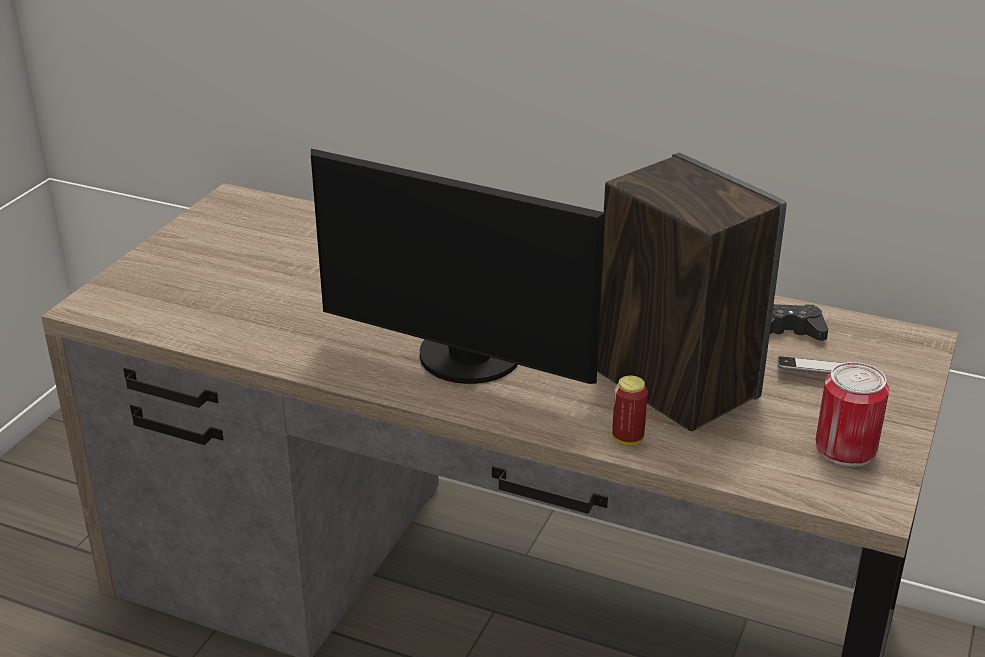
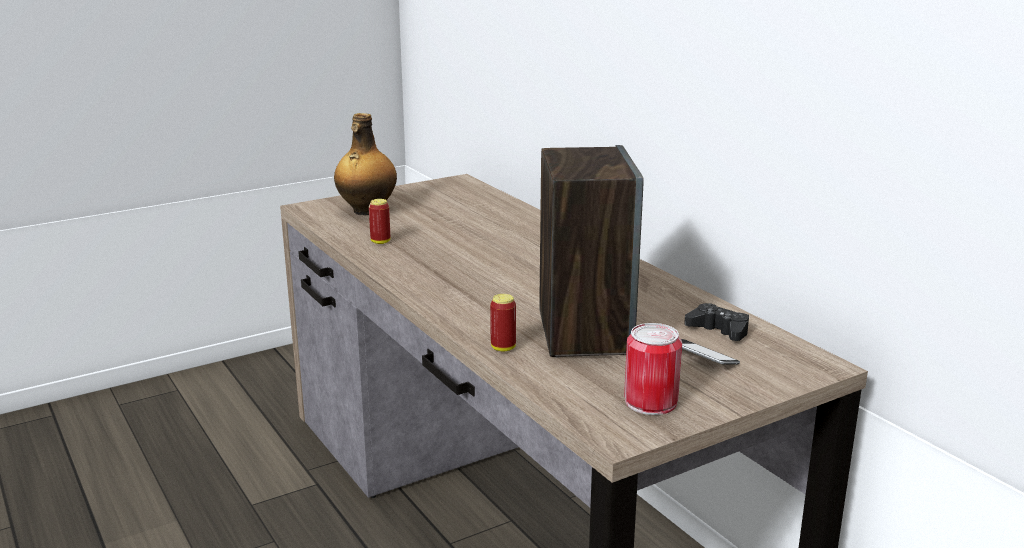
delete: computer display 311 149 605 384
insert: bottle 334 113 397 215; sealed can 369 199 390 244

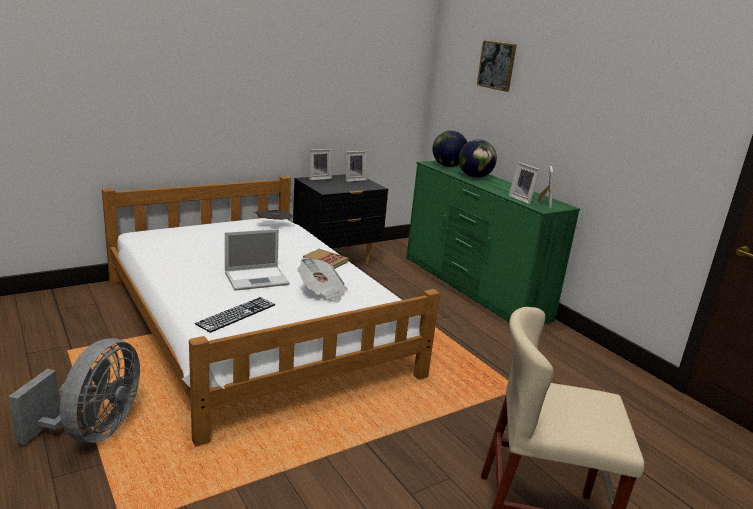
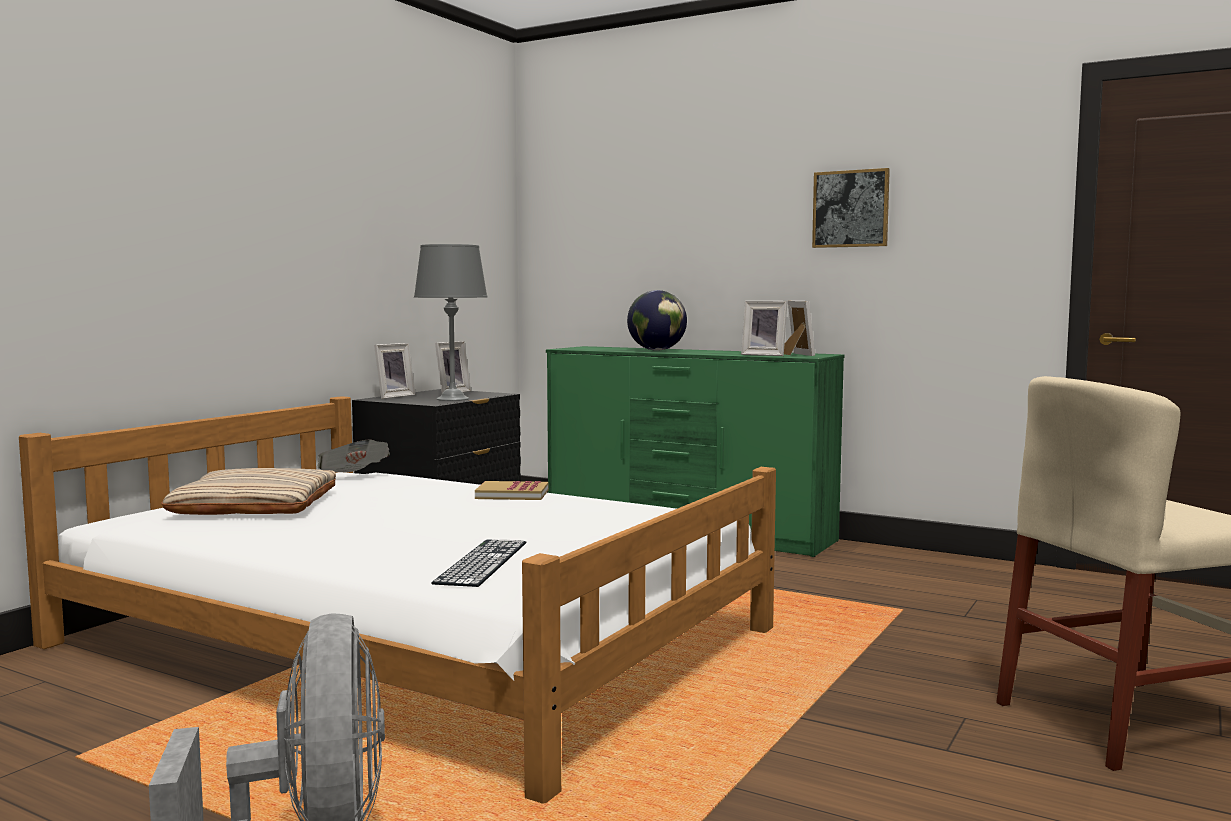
delete: laptop 225 229 289 291; newspaper 297 257 348 303; desk globe 432 130 467 167
insert: throw pillow in sand-coloured 161 468 336 515; lamp for a table in greyish 414 244 487 401
move: picture 477 40 516 92 to 812 168 890 248

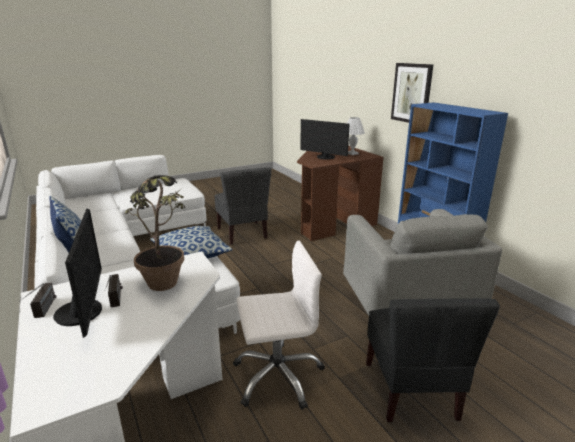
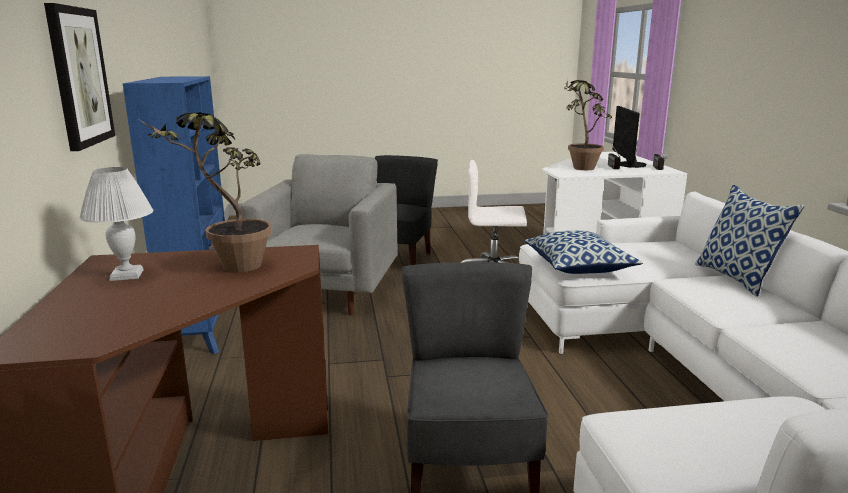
replace: computer display 300 119 350 160 to plant in a pot 140 112 271 272

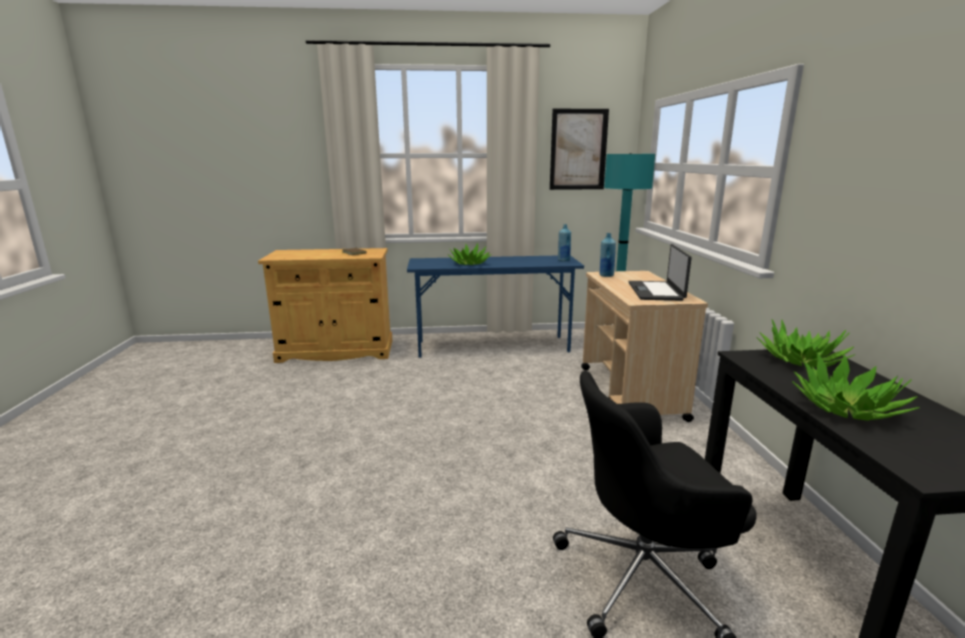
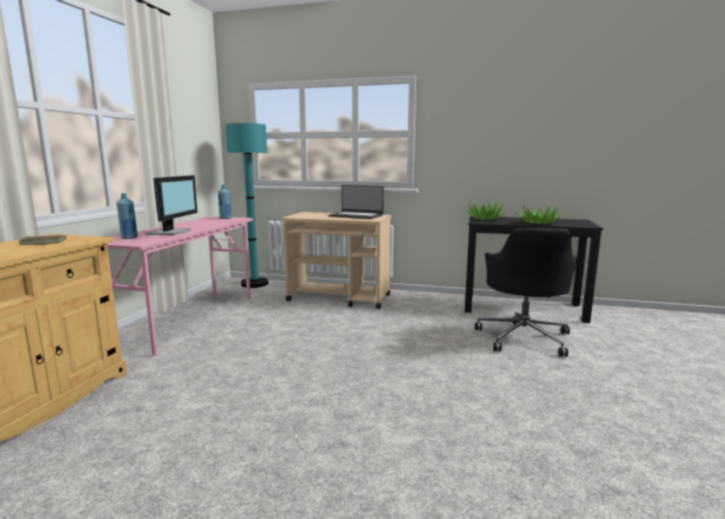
delete: picture 550 109 609 190
move: bottle in bluish 600 233 616 277 to 117 193 138 239
replace: plant in a pot 449 243 490 265 to computer display 145 175 198 236
recolor: desk table in bluish 407 255 584 358 to desk table in pinkish 107 216 253 356

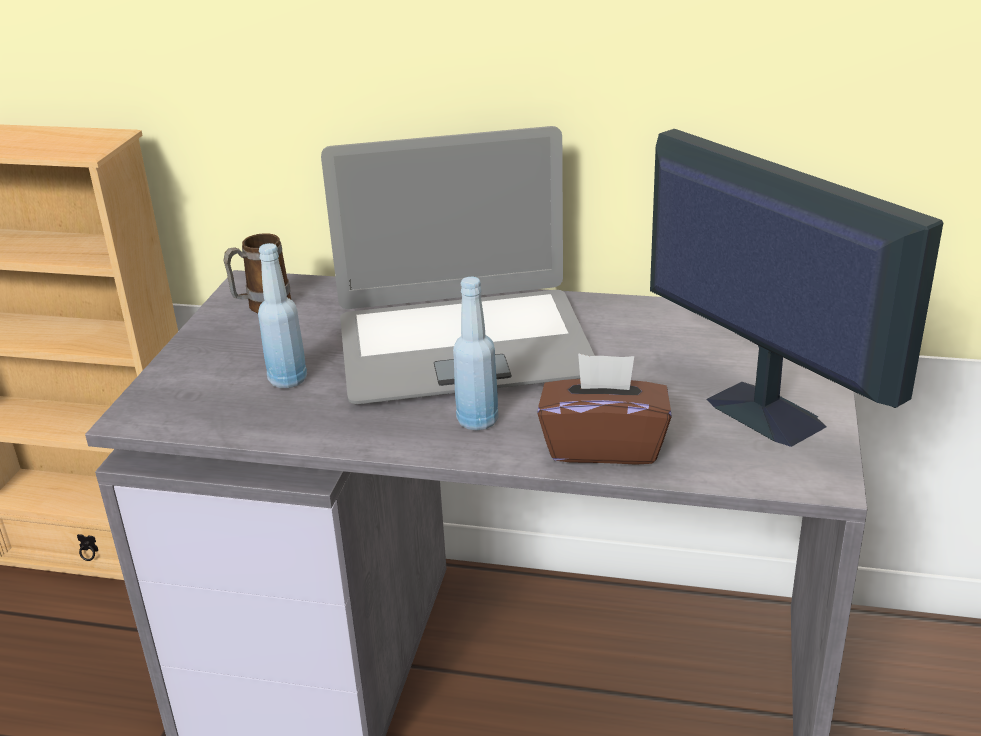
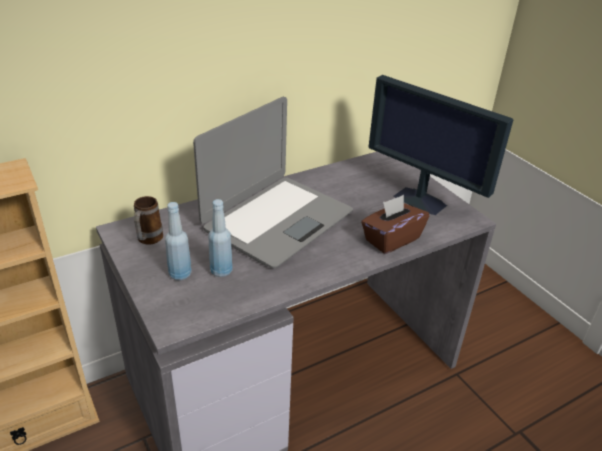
move: bottle in bluish 453 277 499 431 to 165 202 192 280
rotate: computer display 650 129 943 447 = 369 75 513 215 150 degrees counterclockwise

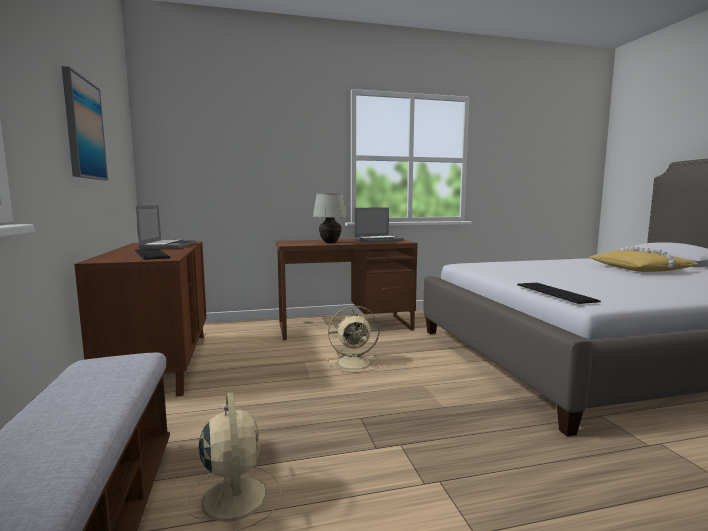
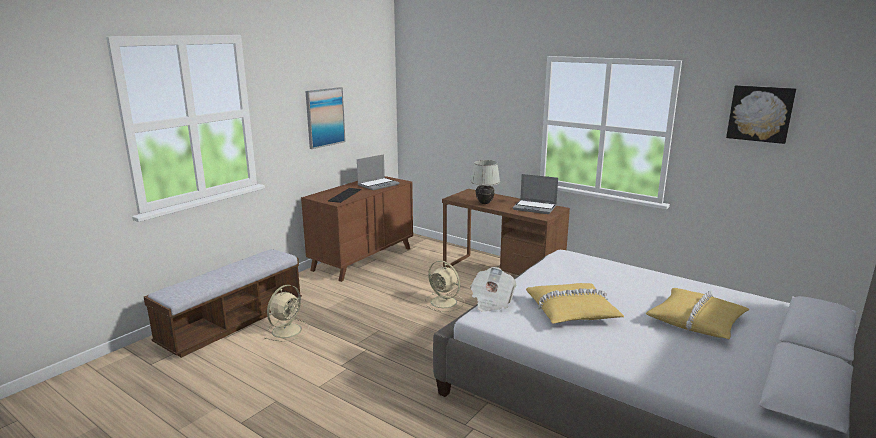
insert: throw pillow in yellow 526 283 624 324; picture 726 85 796 144
replace: keyboard 517 283 601 304 to newspaper 470 267 516 312

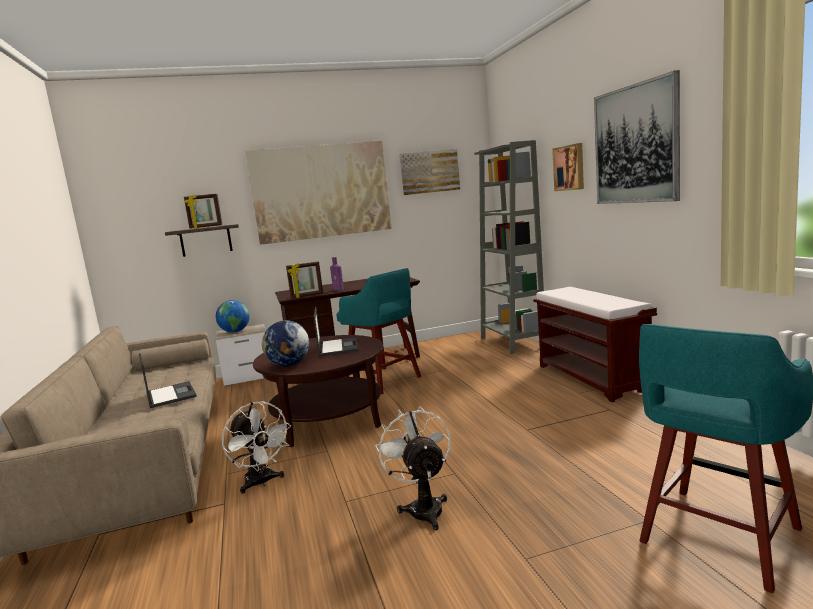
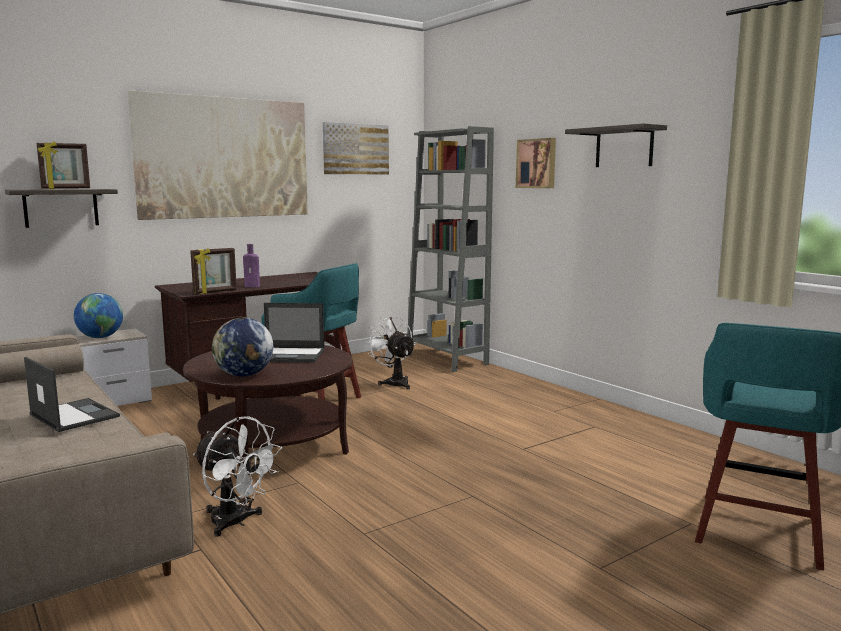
delete: long seat in brown-coloured 533 287 657 402
move: fan in white-coloured 376 406 451 530 to 365 317 415 389
replace: picture 594 70 680 204 to shelf 565 123 667 167
rotate: laptop 314 307 359 357 = 264 303 325 363 120 degrees clockwise

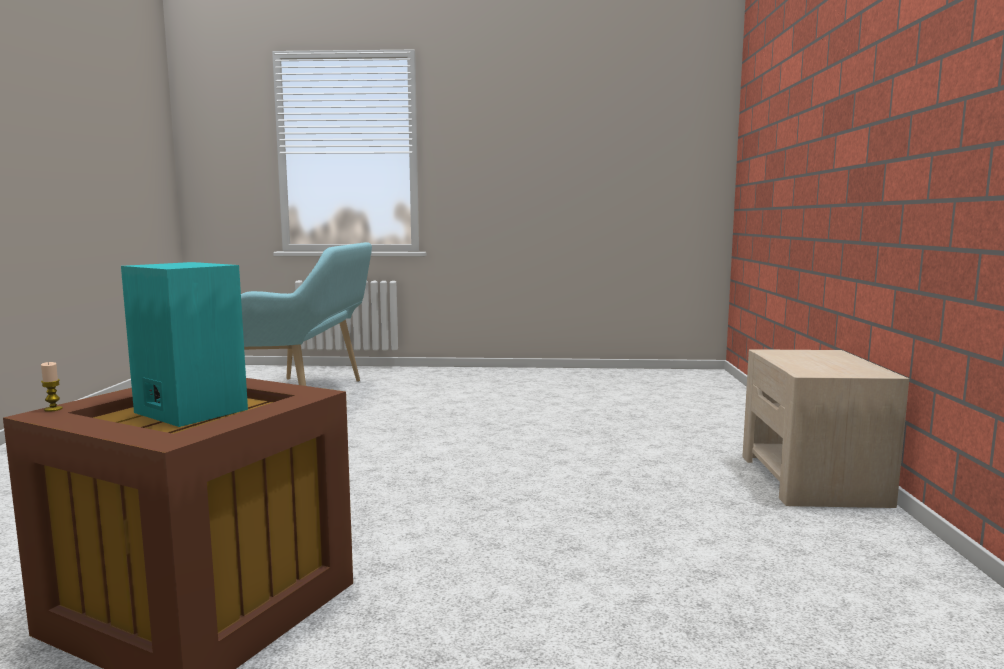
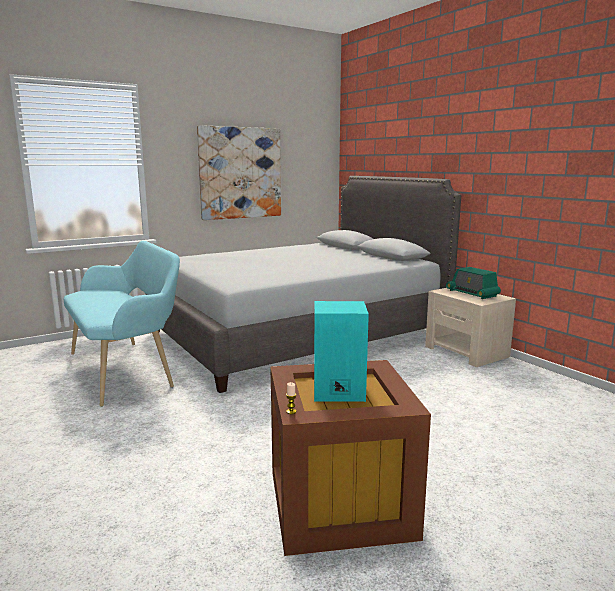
insert: sleeping bed in greyish 145 176 461 393; picture 197 125 281 220; radio set 446 267 501 299

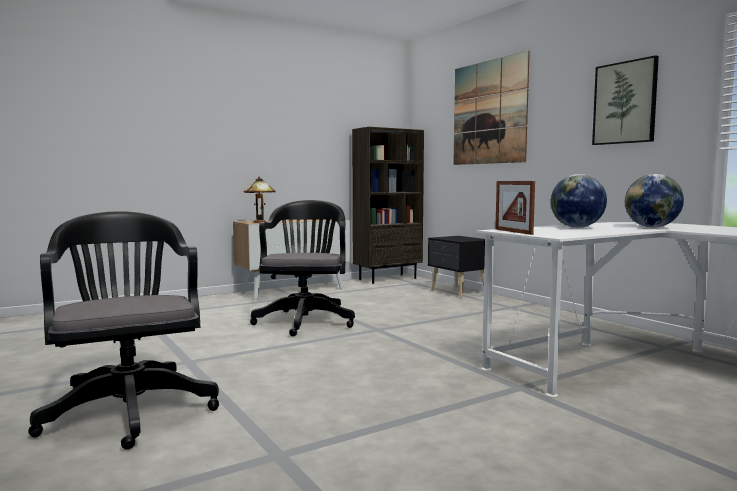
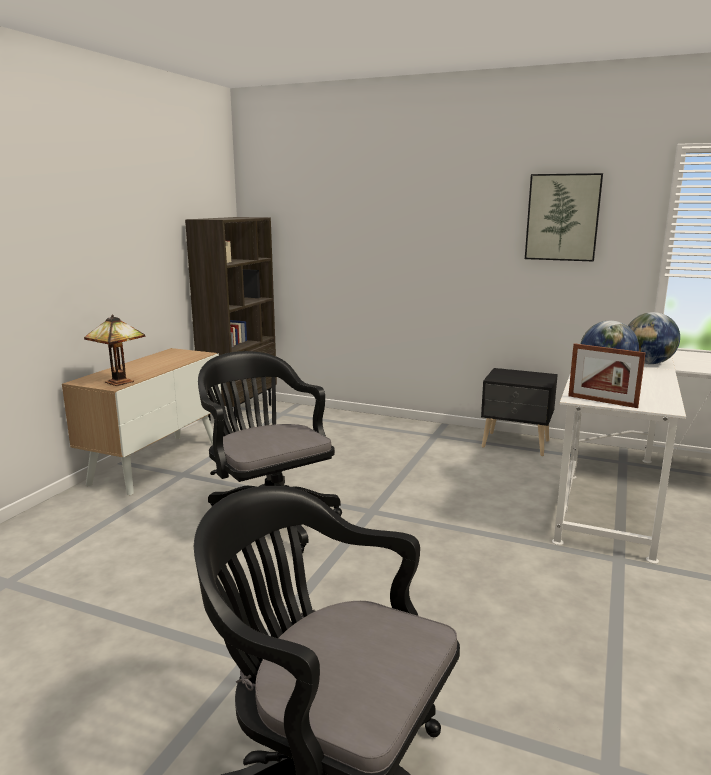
delete: picture 453 51 530 165
move: bedside table in black-coloured 428 236 485 298 to 481 368 558 456

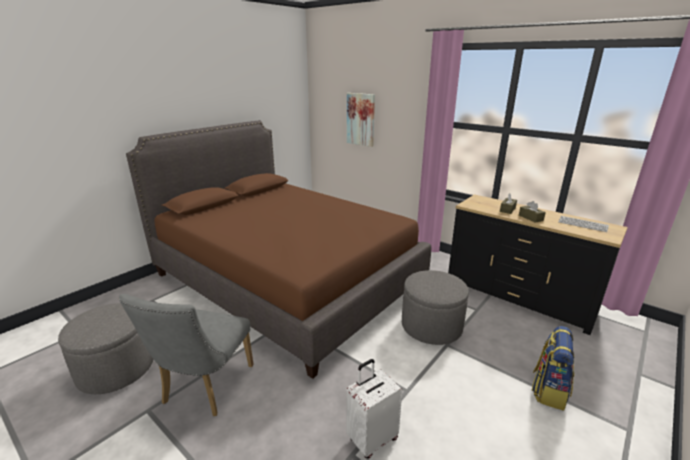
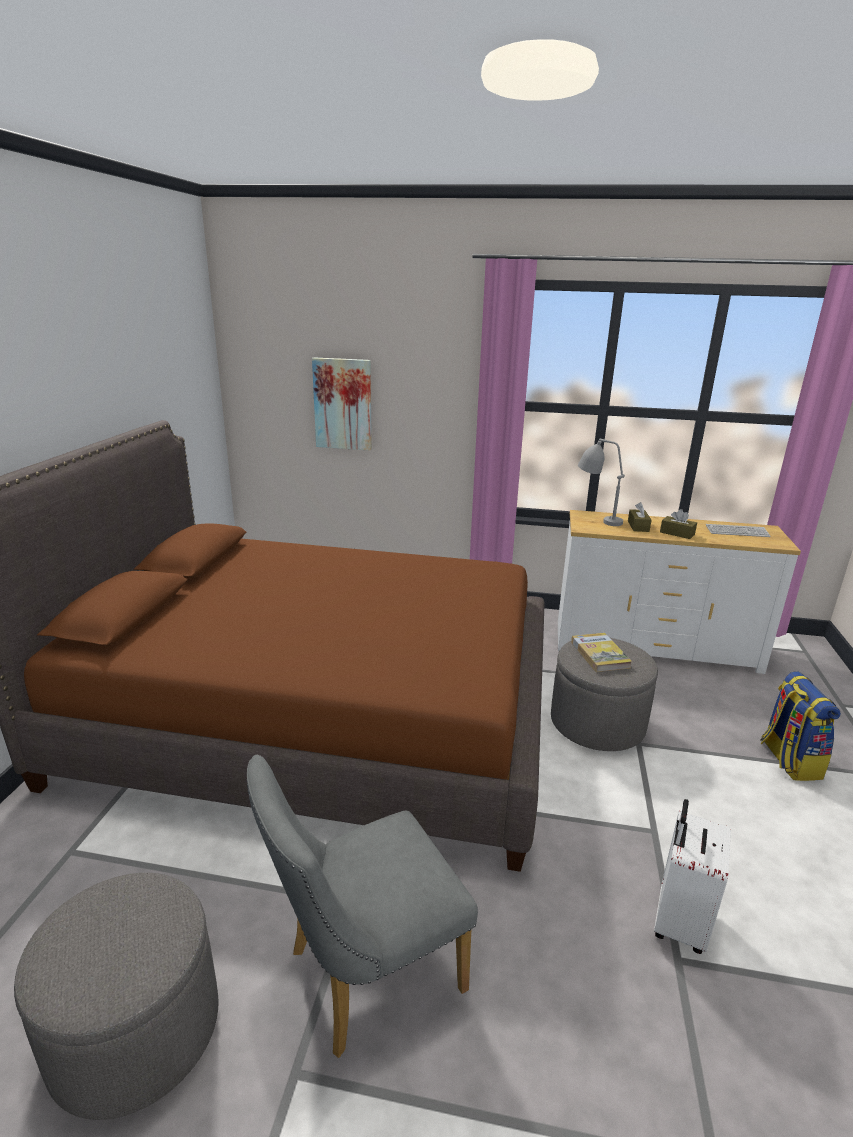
insert: book 571 633 632 672; lamp for a table in greyish 578 439 625 526
recolor: chest of drawers in black-coloured 448 194 628 335 to chest of drawers in white-coloured 558 510 801 674
rotate: plain chair in greyish 119 294 254 416 = 247 755 478 1058 75 degrees clockwise

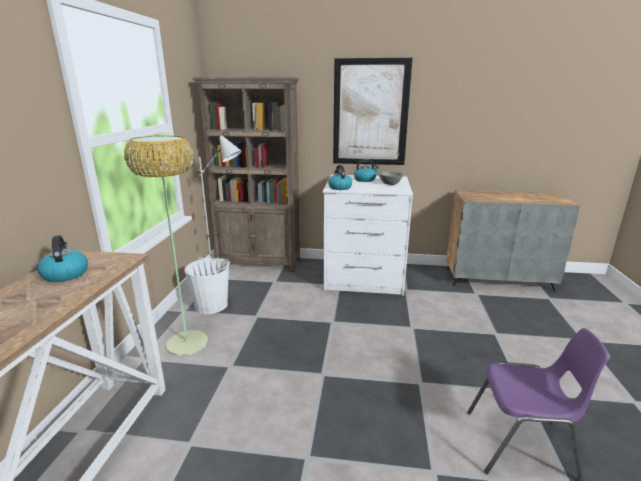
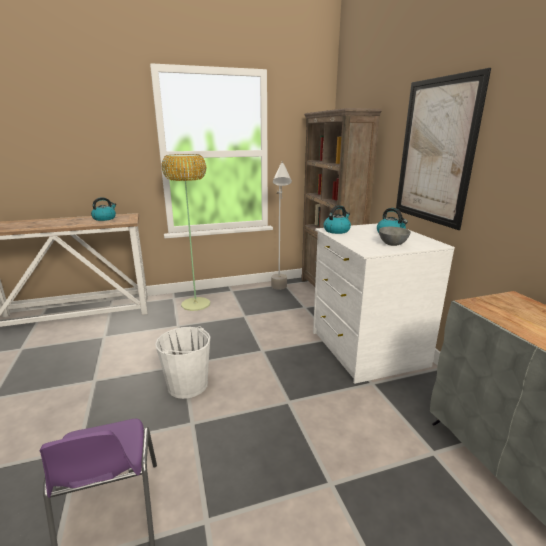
move: pail in white-coloured 184 258 230 314 to 155 326 210 399

